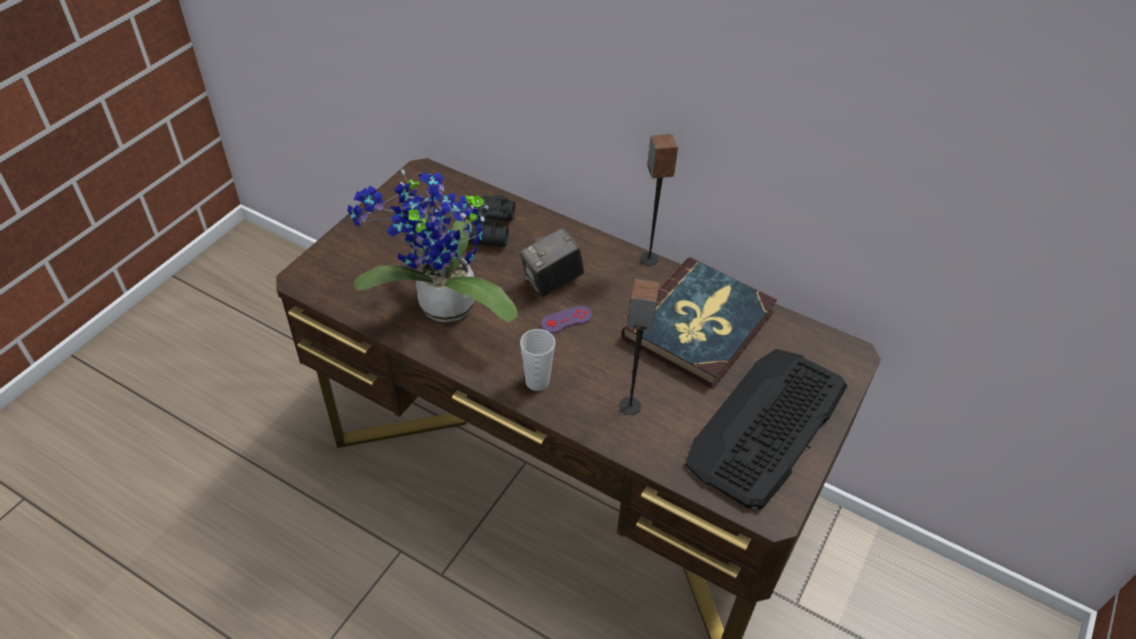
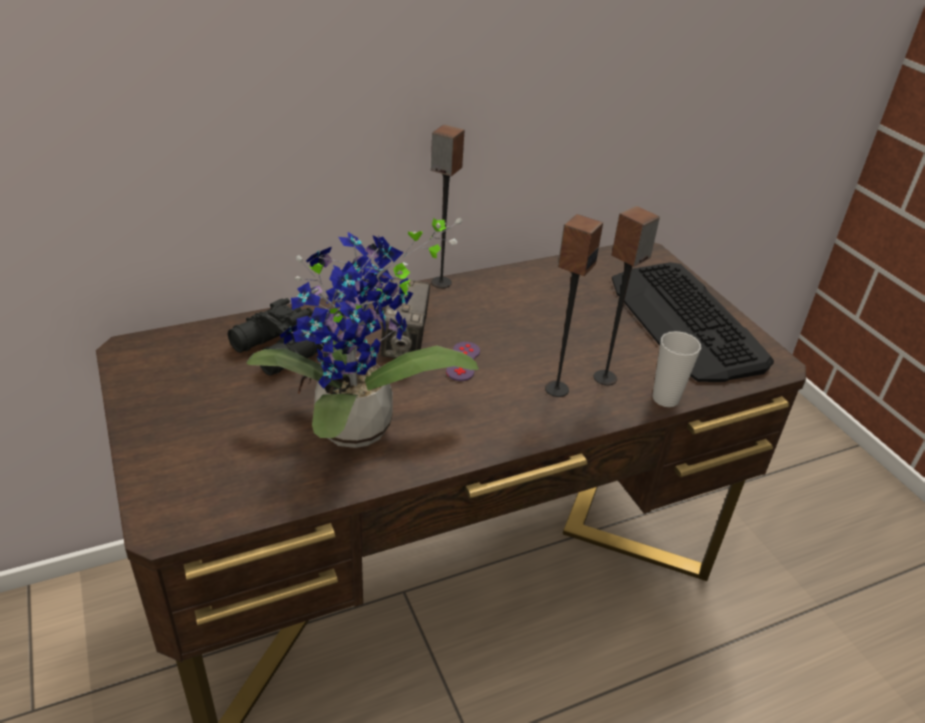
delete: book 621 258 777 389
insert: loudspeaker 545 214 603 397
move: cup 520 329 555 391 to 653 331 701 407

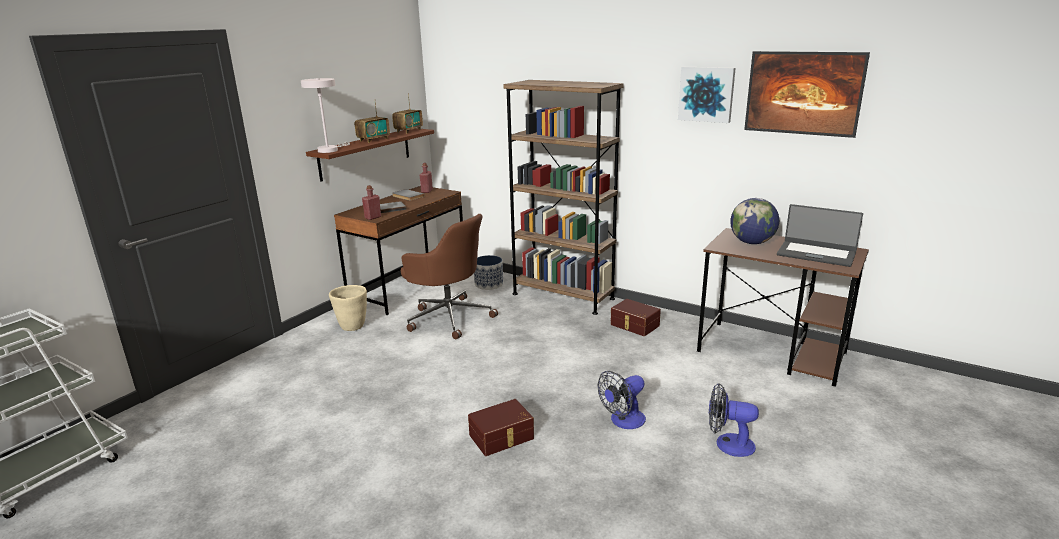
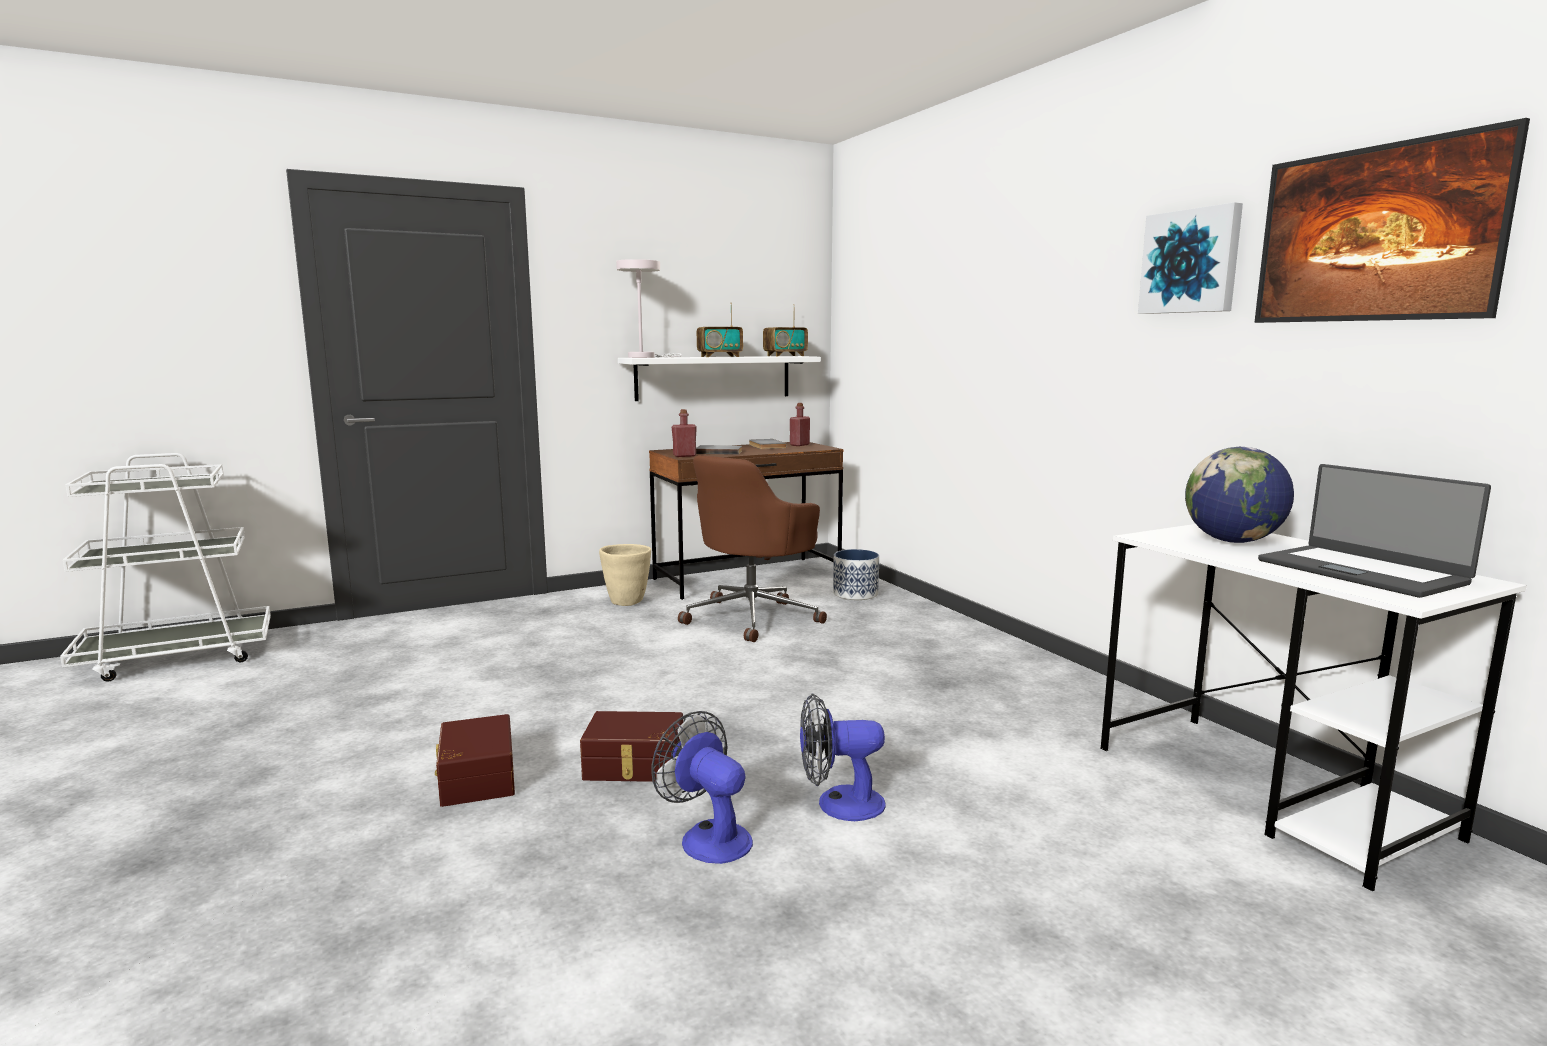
delete: shelving unit in brown-coloured 503 80 624 315
move: storage bin in brown-coloured 610 299 661 336 to 435 714 515 807; fan 709 383 759 457 to 651 711 753 864
recolor: shelf in brown-coloured 306 128 434 182 to shelf in white-coloured 618 356 821 401; desk table in brown-coloured 697 228 869 387 to desk table in white-coloured 1101 524 1527 892
rotate: office chair in brown-coloured 401 214 498 339 = 678 455 827 642 60 degrees clockwise

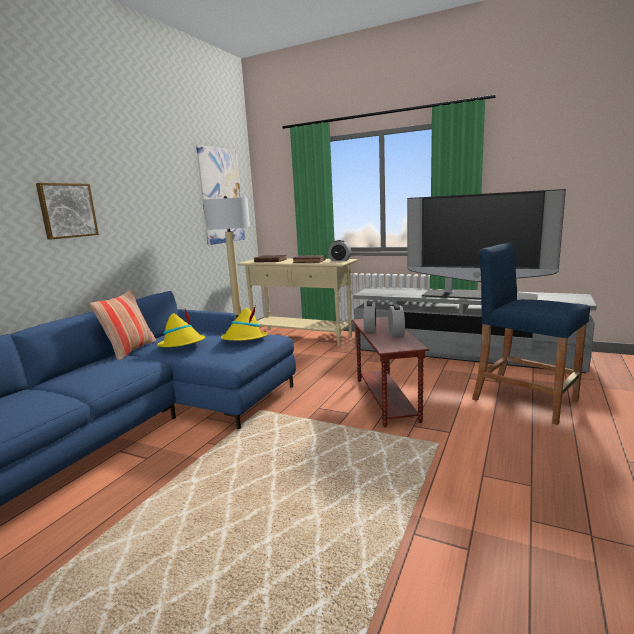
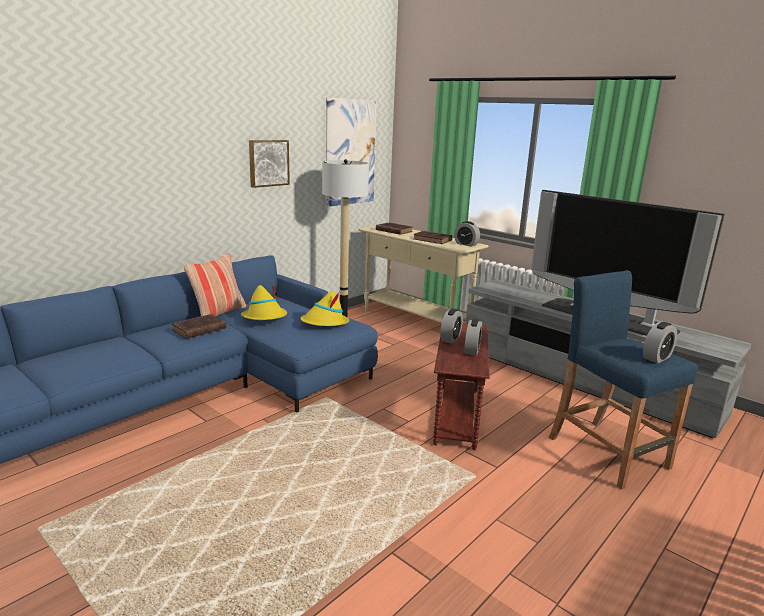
insert: book in brown-coloured 172 314 226 339; alarm clock 643 322 677 363
move: picture 36 183 99 240 to 249 140 290 188

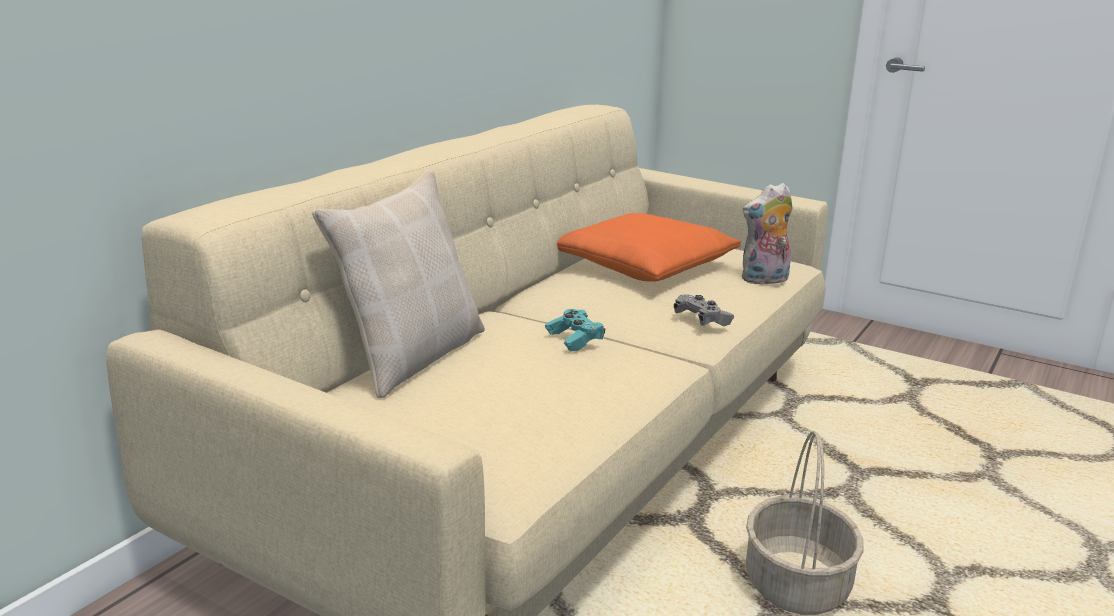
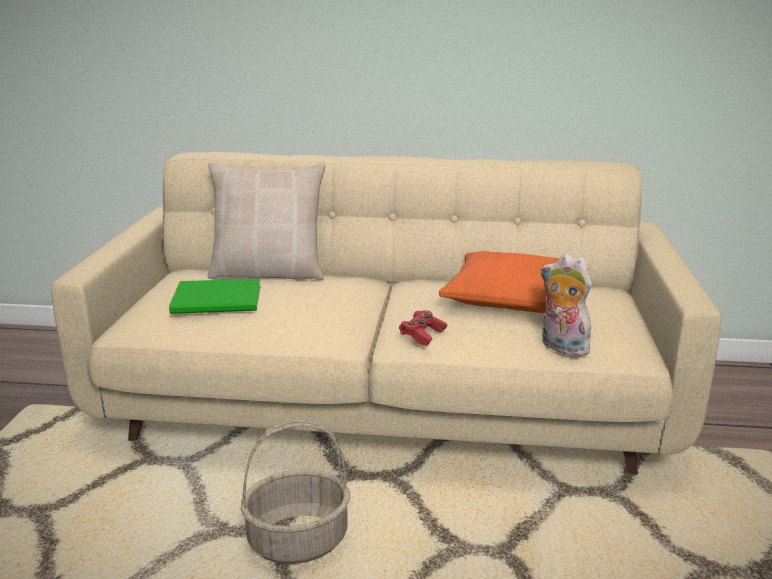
delete: game controller in blue-green 545 309 605 351
insert: book in greenish 169 279 261 314
recolor: game controller in greyish 674 294 734 326 to game controller in red-coloured 399 310 447 346

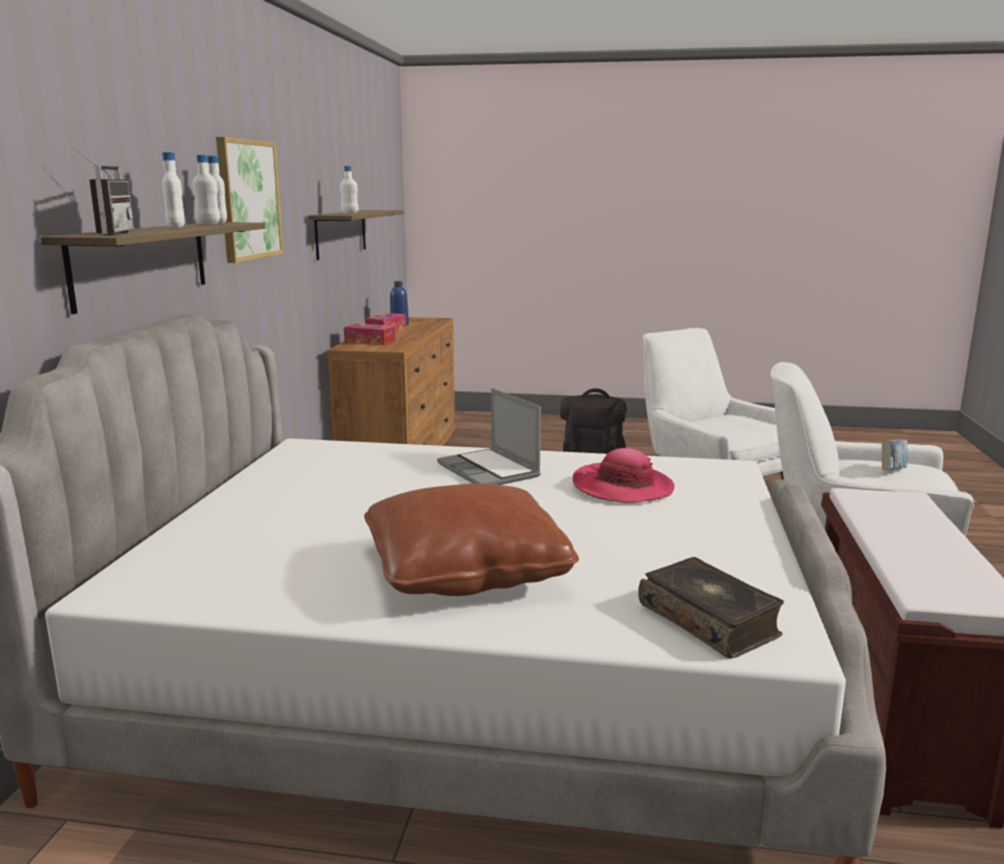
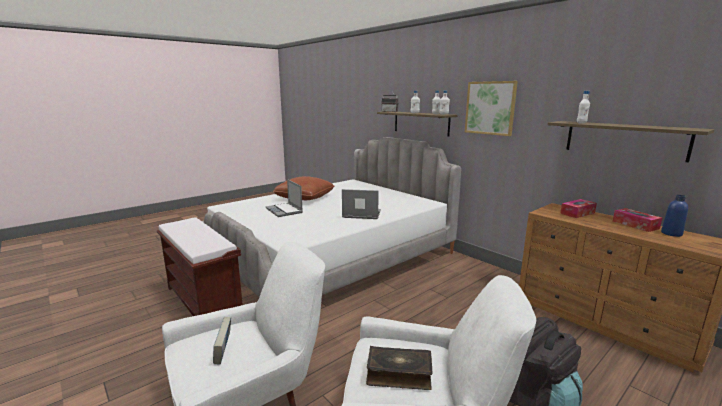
delete: hat 573 448 675 503
insert: laptop 265 179 303 217
move: book 638 557 784 659 to 366 346 433 390

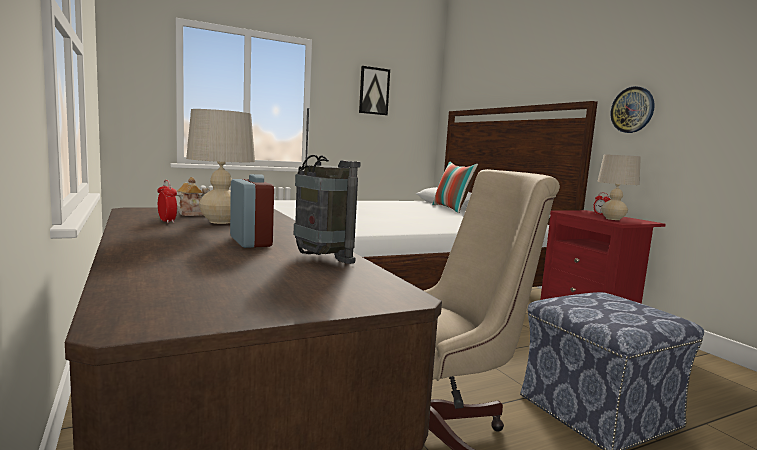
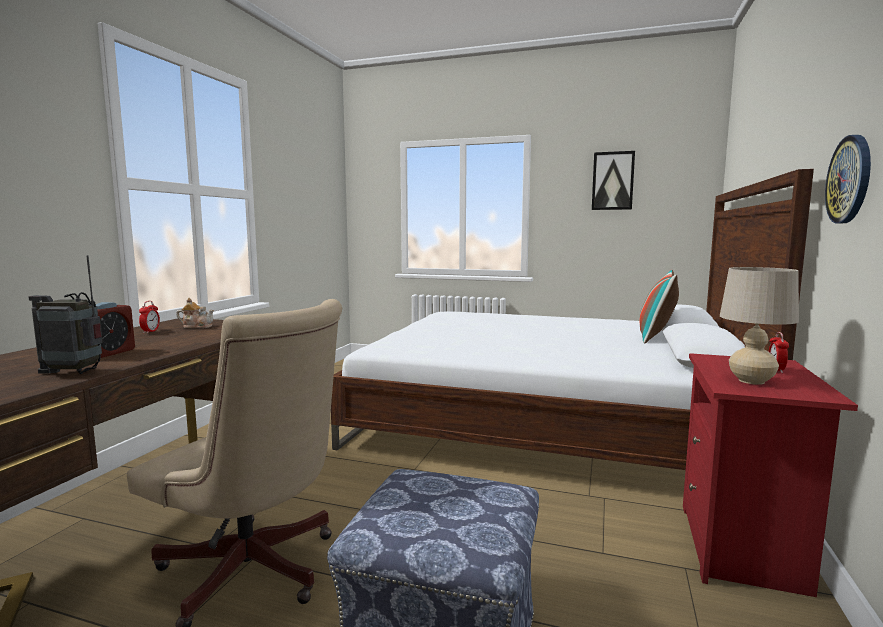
delete: lamp for a table in sand-coloured 186 109 255 224
rotate: radio set 294 108 361 264 = 28 255 103 374 90 degrees clockwise

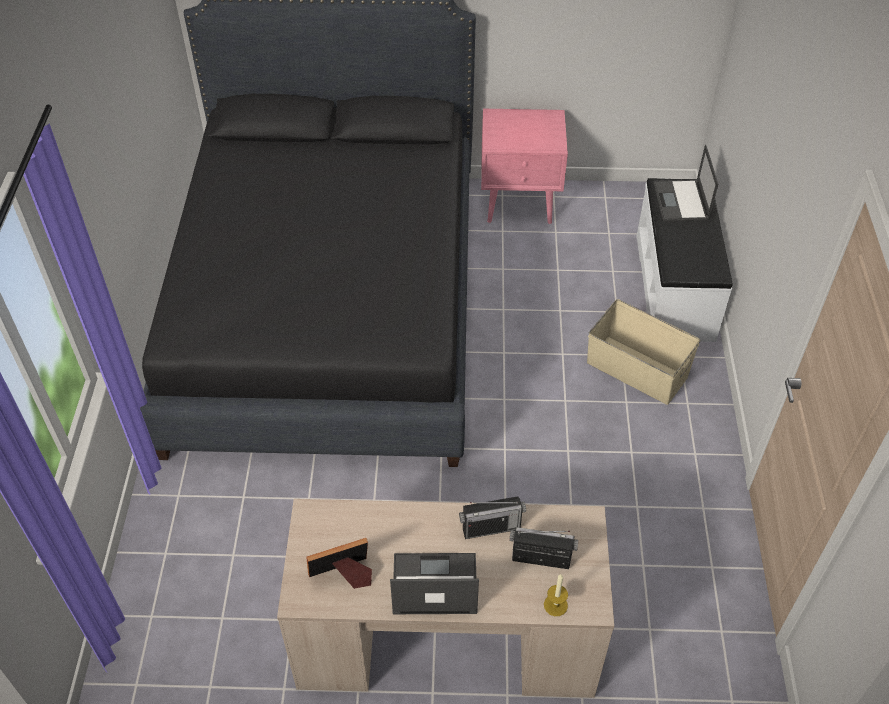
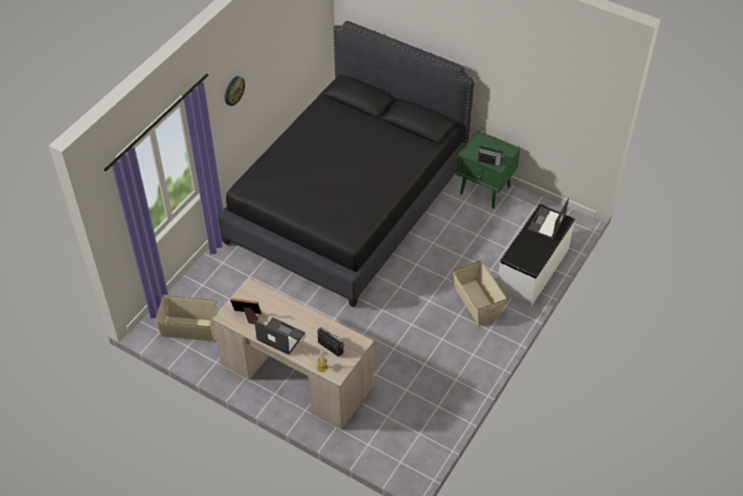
insert: storage bin in sand-coloured 155 295 218 341; hanging clock 225 76 245 106
move: radio set 459 496 526 539 to 477 143 504 167
recolor: bedside table in pinkish 481 109 568 224 to bedside table in greenish 456 130 521 209

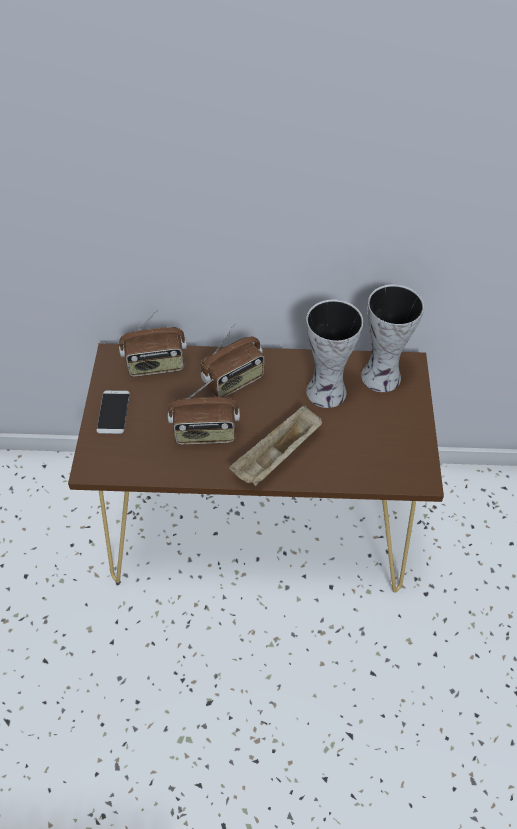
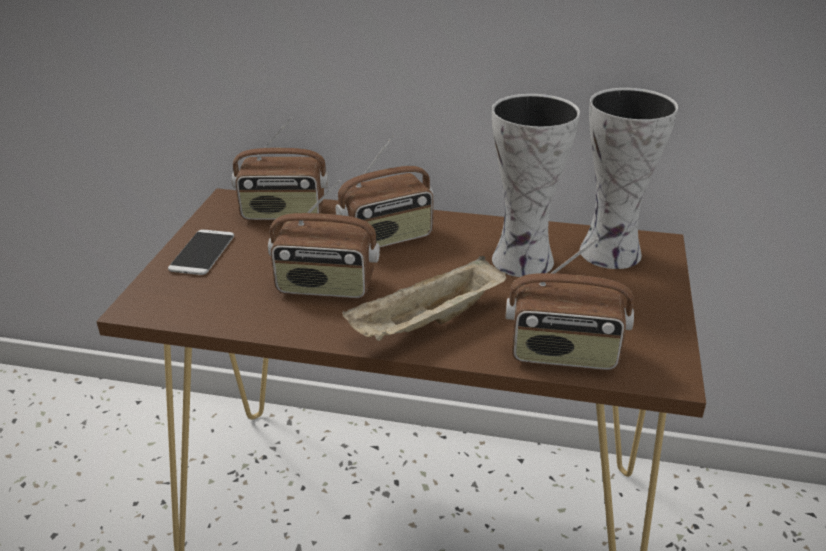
insert: radio set 505 238 634 370

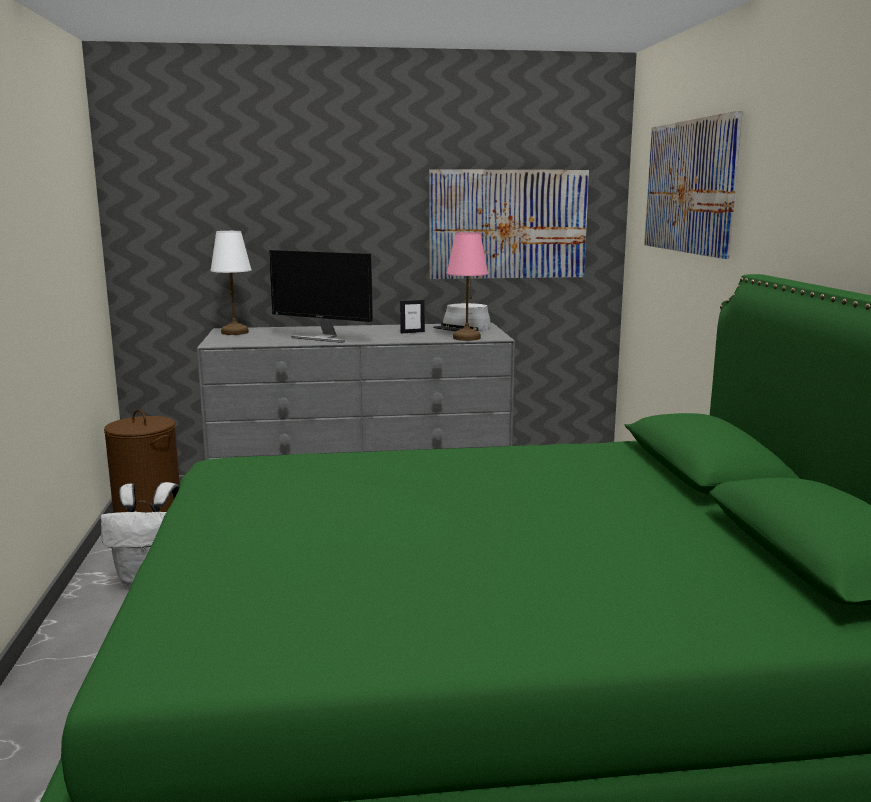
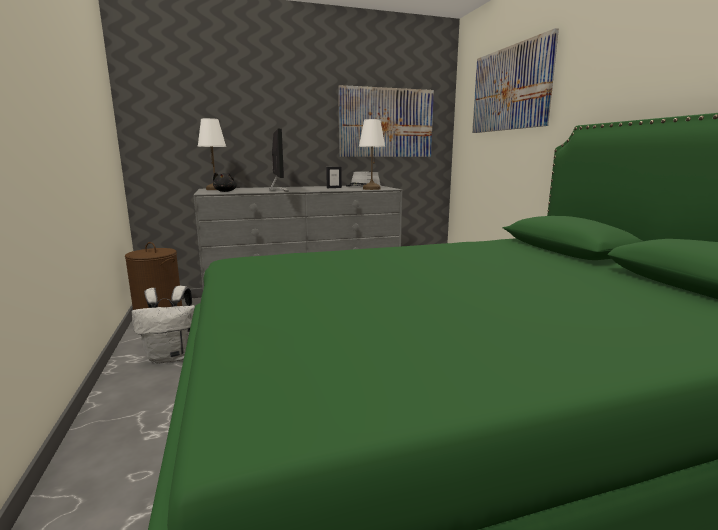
insert: soft toy in black-coloured 213 172 237 192
recolor: lamp for a table in pinkish 447 232 488 341 to lamp for a table in white-coloured 359 119 385 190
rotate: computer display 269 250 373 343 = 270 129 289 192 120 degrees counterclockwise

